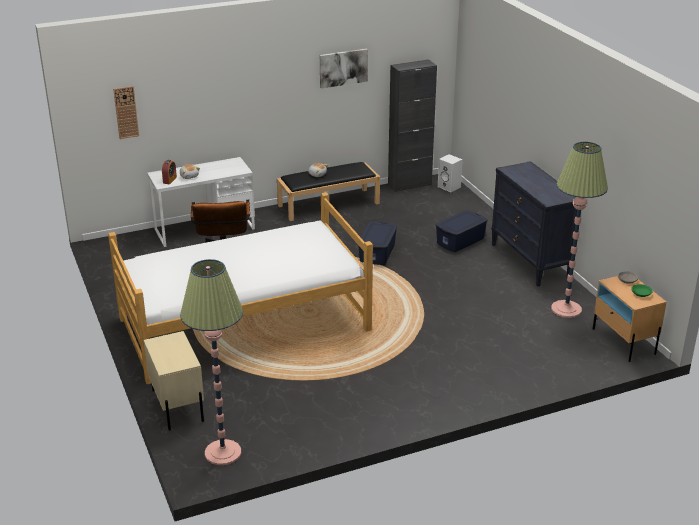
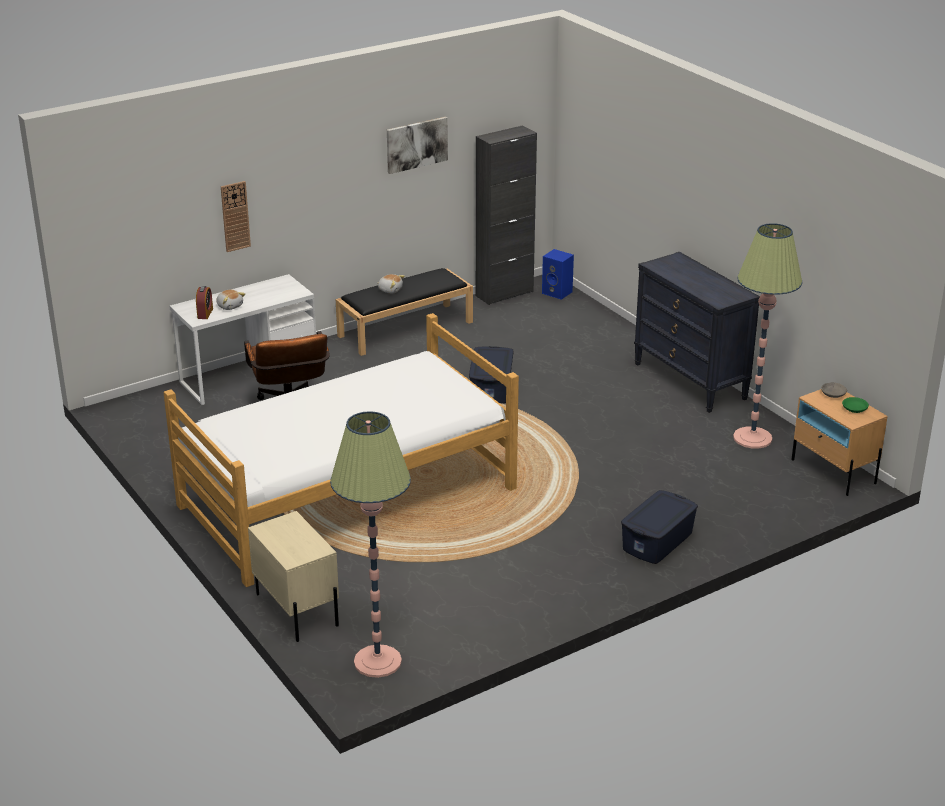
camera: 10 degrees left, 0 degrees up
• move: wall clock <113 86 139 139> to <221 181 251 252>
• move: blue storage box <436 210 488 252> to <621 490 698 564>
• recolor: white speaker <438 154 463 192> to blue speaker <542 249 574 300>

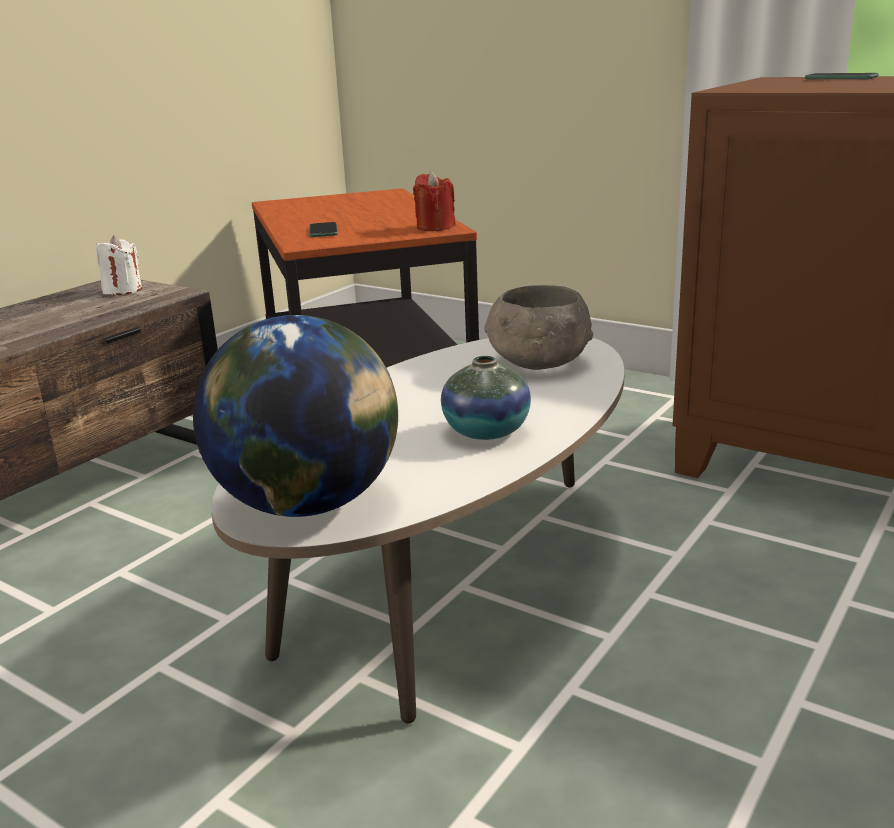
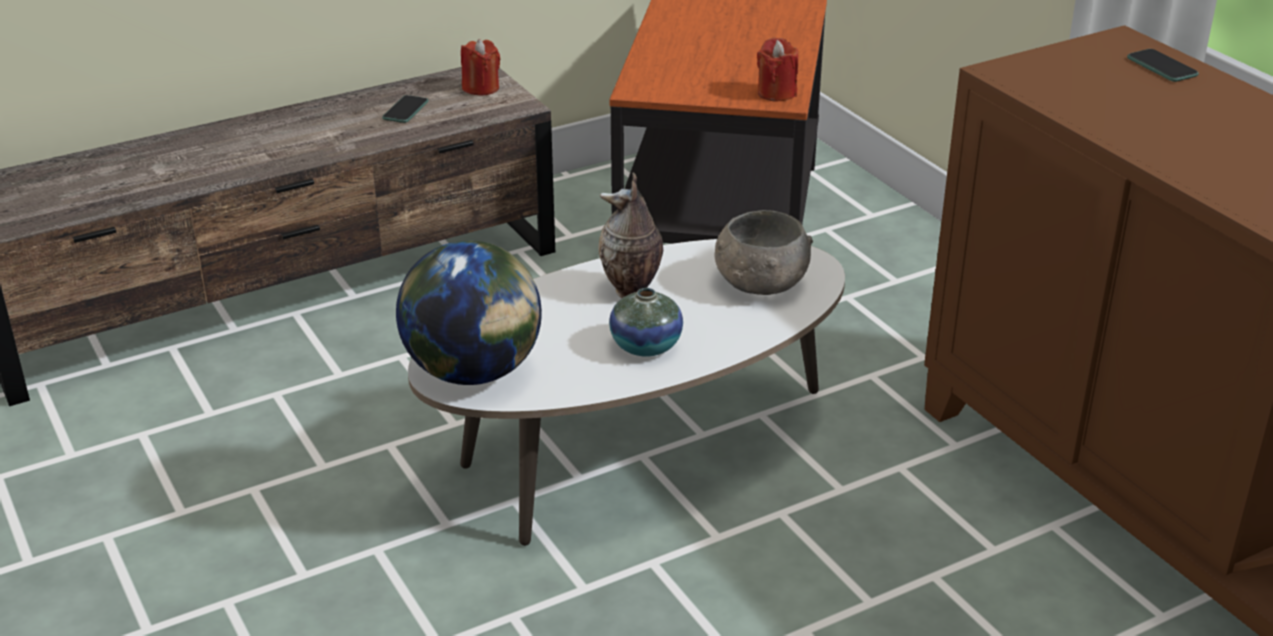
camera: 25 degrees right, 10 degrees up
• recolor: white candle <96 235 142 295> to red candle <461 39 500 96>
• move: phone <309 222 338 237> to <382 95 429 123>
• insert: vase <598 172 663 298>

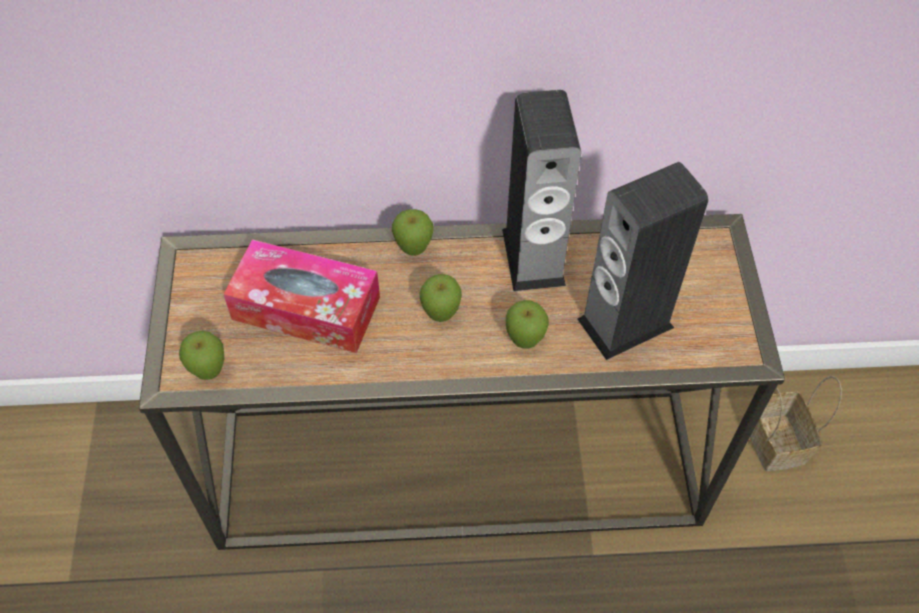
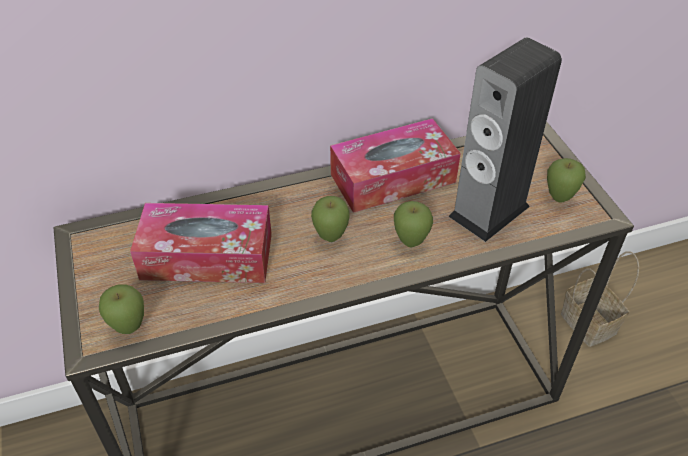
camera: 15 degrees left, 10 degrees down
• move: apple <392 209 434 256> to <547 158 586 202>
• replace: speaker <502 90 581 291> to tissue box <330 118 461 213>

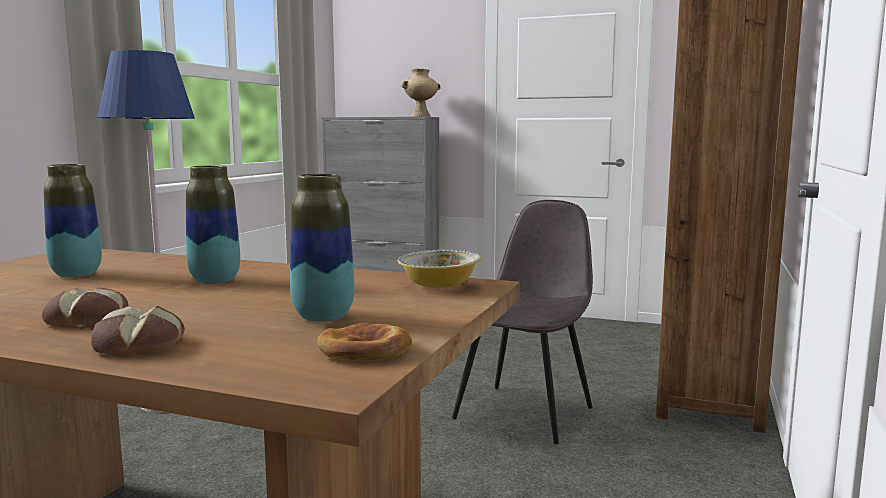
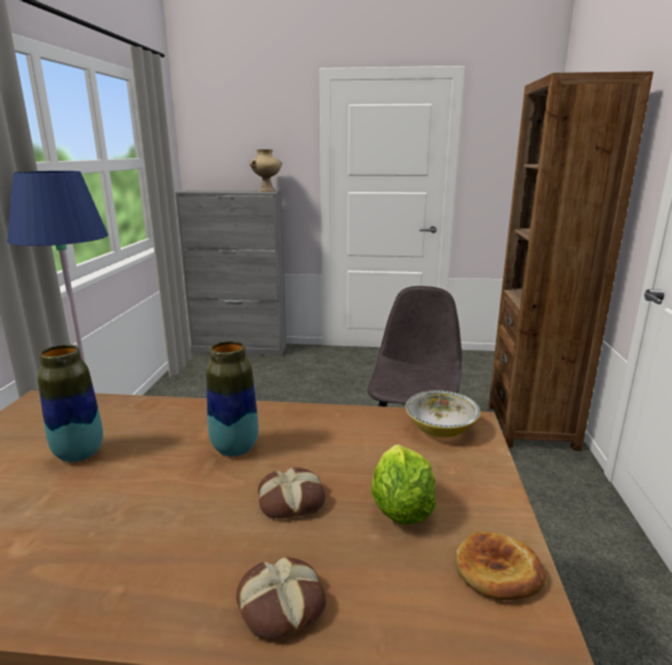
camera: 15 degrees left, 10 degrees up
• move: bread <42 288 129 327> to <258 467 325 519>
• replace: vase <290 174 354 322> to lettuce <371 444 436 525>

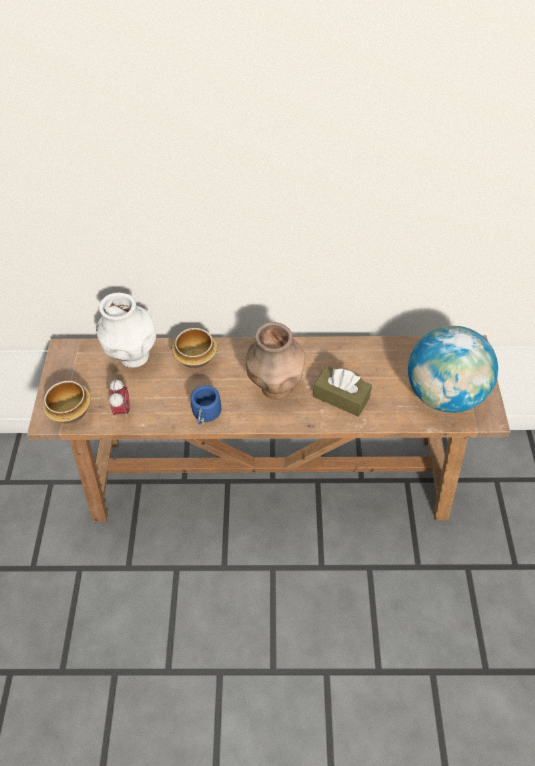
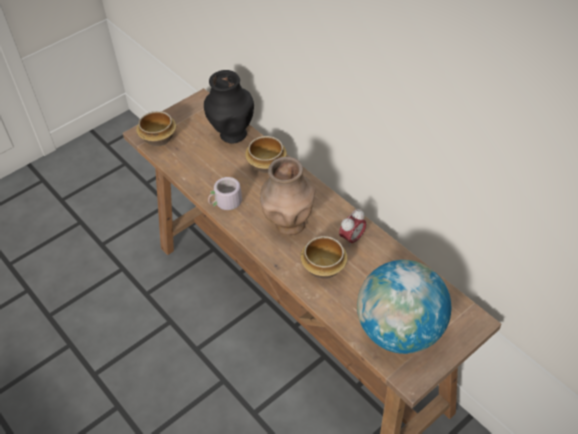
camera: 50 degrees right, 5 degrees down
• recolor: white vase <96 293 156 368> to black vase <204 70 254 143>
• move: alarm clock <109 379 130 418> to <339 209 366 247>
• recolor: blue mug <190 385 228 425> to grey mug <208 177 248 210>
• replace: brown tissue box <313 365 372 417> to bowl <300 236 348 279>

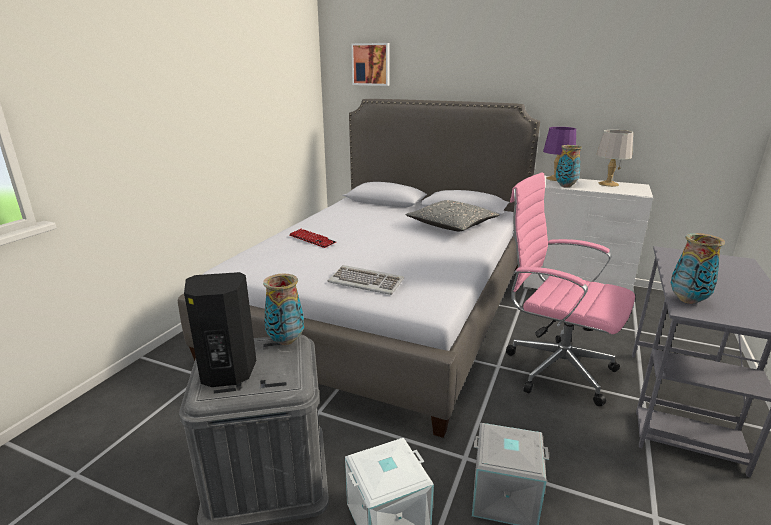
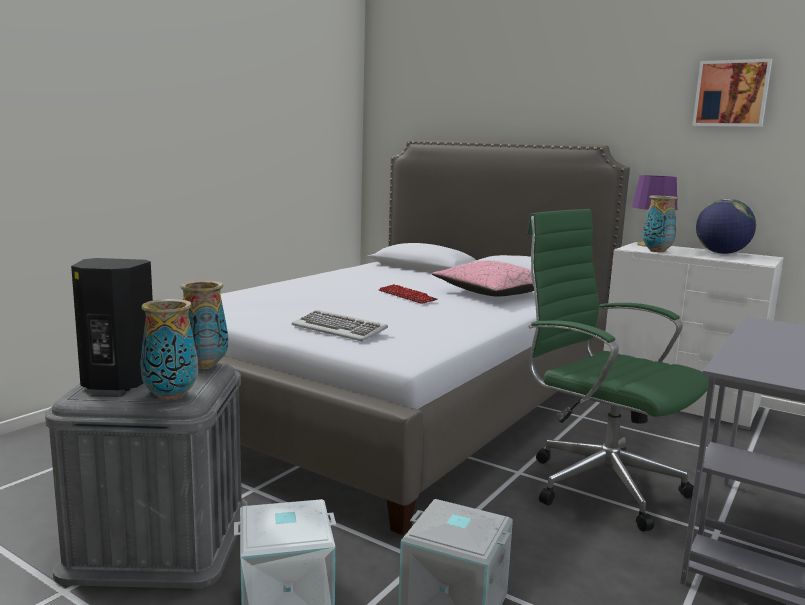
camera: 10 degrees right, 10 degrees down
• move: keyboard <290 229 336 248> to <379 284 437 304>
• move: picture <351 43 390 86> to <692 59 772 127>
• recolor: grey pillow <405 200 500 231> to pink pillow <432 261 534 297>
• recolor: pink office chair <506 172 635 406> to green office chair <527 209 709 532>
• replace: grey table lamp <596 130 633 187> to globe <696 199 756 254>
• move: vase <670 233 725 304> to <140 299 198 401>

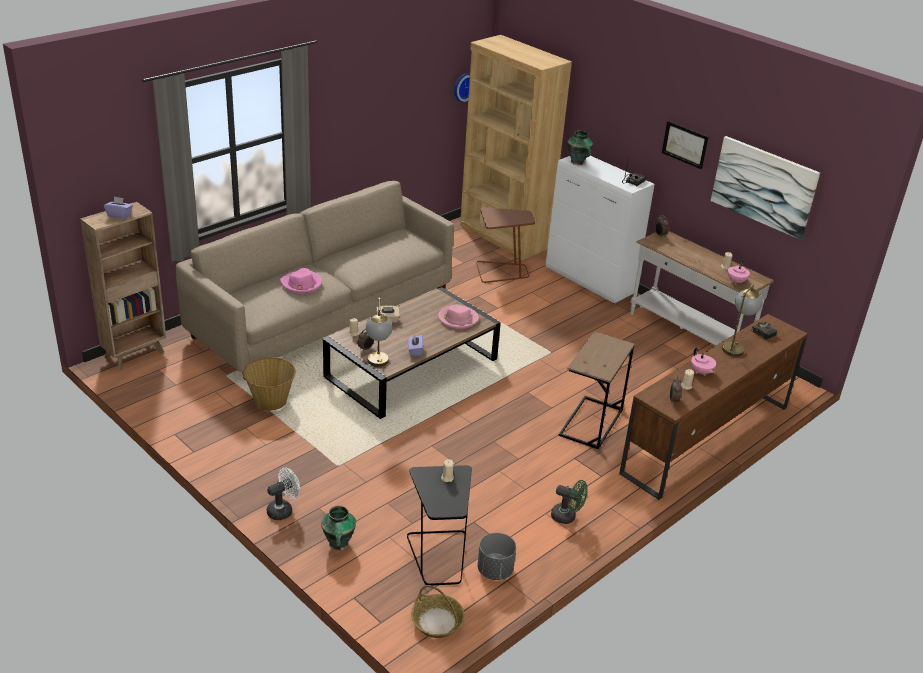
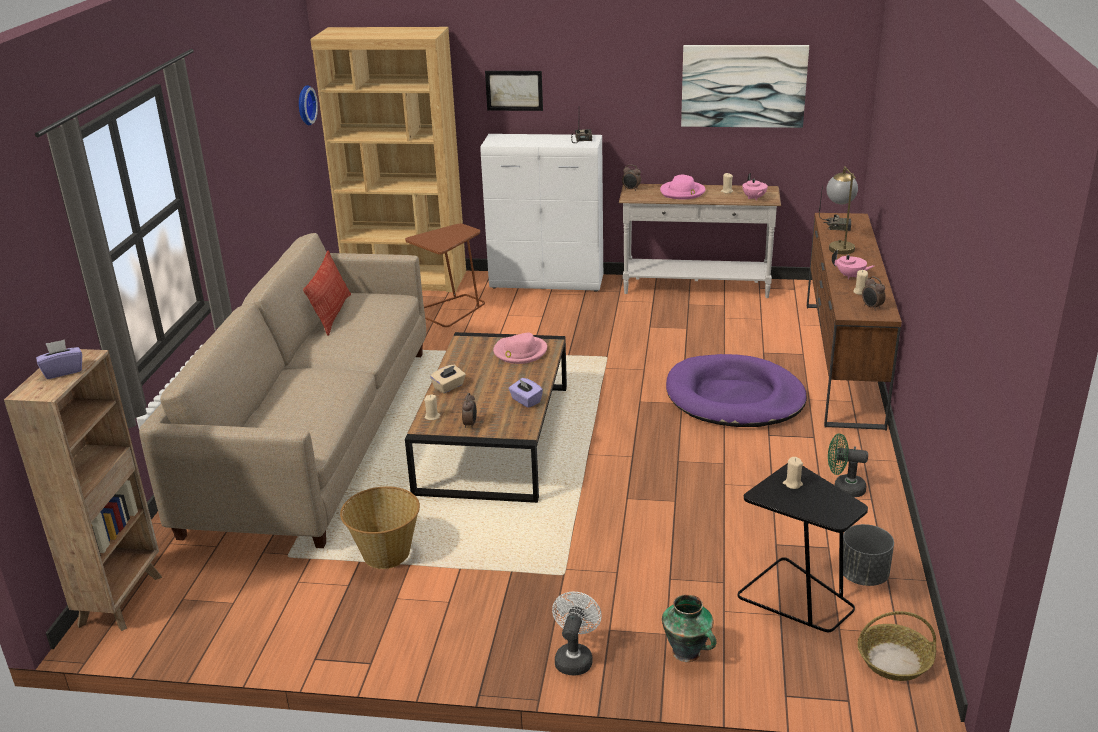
camera: 35 degrees left, 5 degrees down
• move: pink hat <280 268 322 293> to <660 175 705 199>
• delete: table lamp <366 296 392 367>
• rotate: green fan <551 480 588 524> = <828 433 868 497> 150 degrees counterclockwise
• replace: brown side table <559 331 635 449> to purple dog bed <666 354 807 427>
• delete: vase <568 130 593 165>
• move: picture <662 121 708 169> to <485 71 543 111>
• insert: pillow <303 251 351 336>

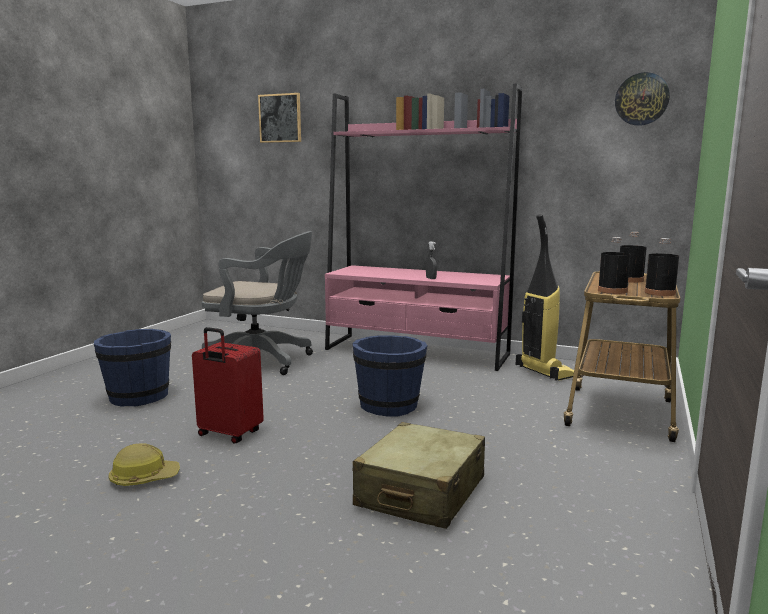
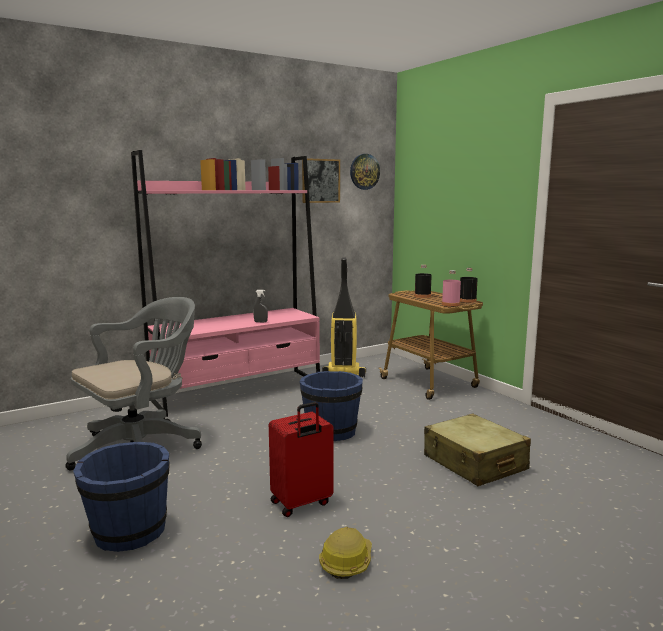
camera: 55 degrees left, 0 degrees up
• move: picture <258 93 301 143> to <302 158 340 203>
• recolor: black bottle <598 237 630 294> to pink bottle <442 270 461 307>

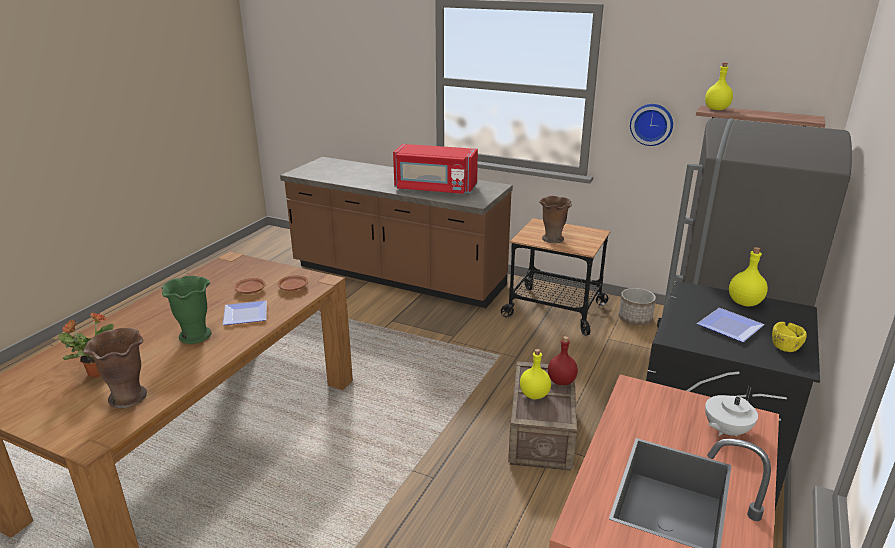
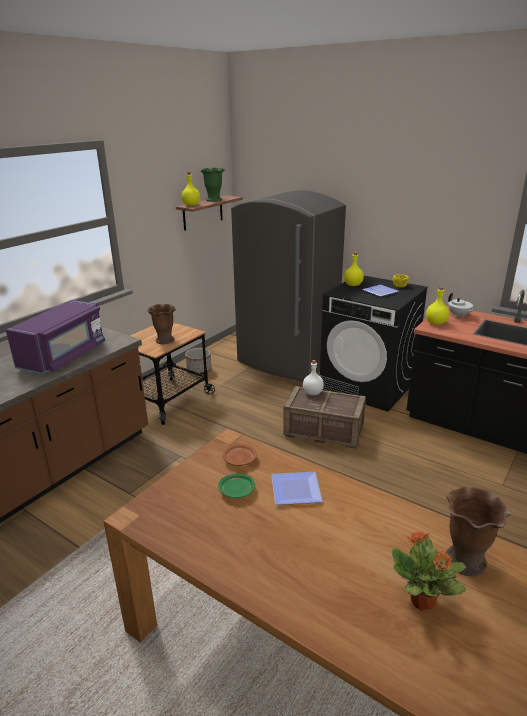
camera: 80 degrees left, 0 degrees up
• move: green vase <161 276 211 344> to <201 167 225 202>
• recolor: brown plate <234 278 265 294> to green plate <218 474 255 498>
• recolor: red microwave <393 144 478 194> to purple microwave <6 300 105 374>
• move: yellow bottle <520 349 551 399> to <426 287 449 325>
• recolor: red bottle <548 336 578 385> to white bottle <303 360 324 395>
• delete: wall clock <630 104 673 146>

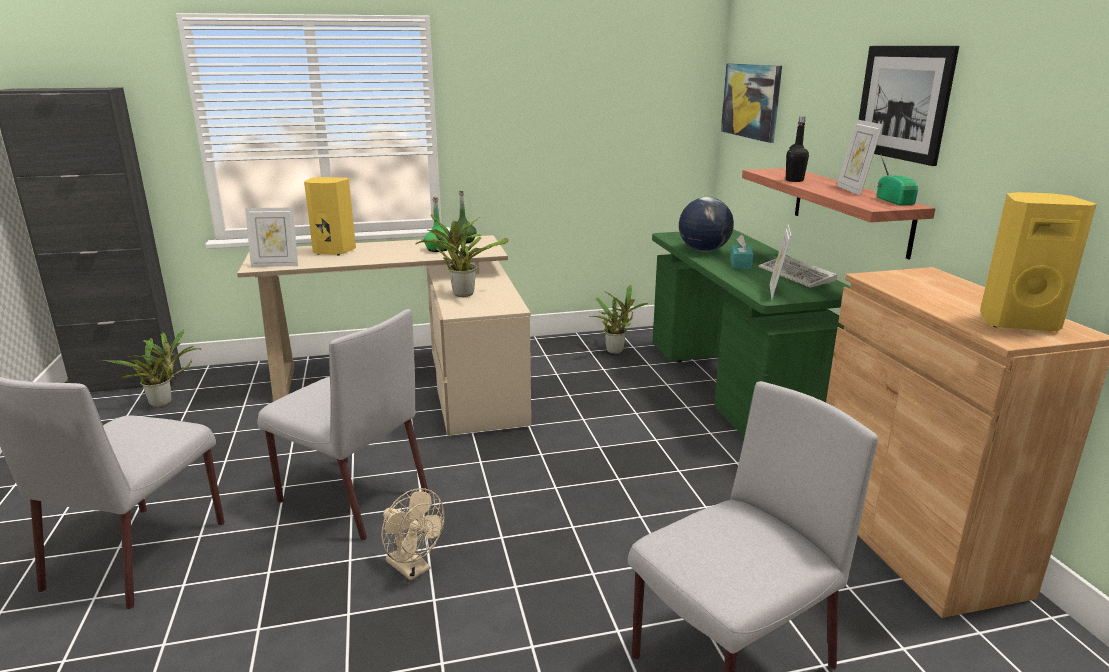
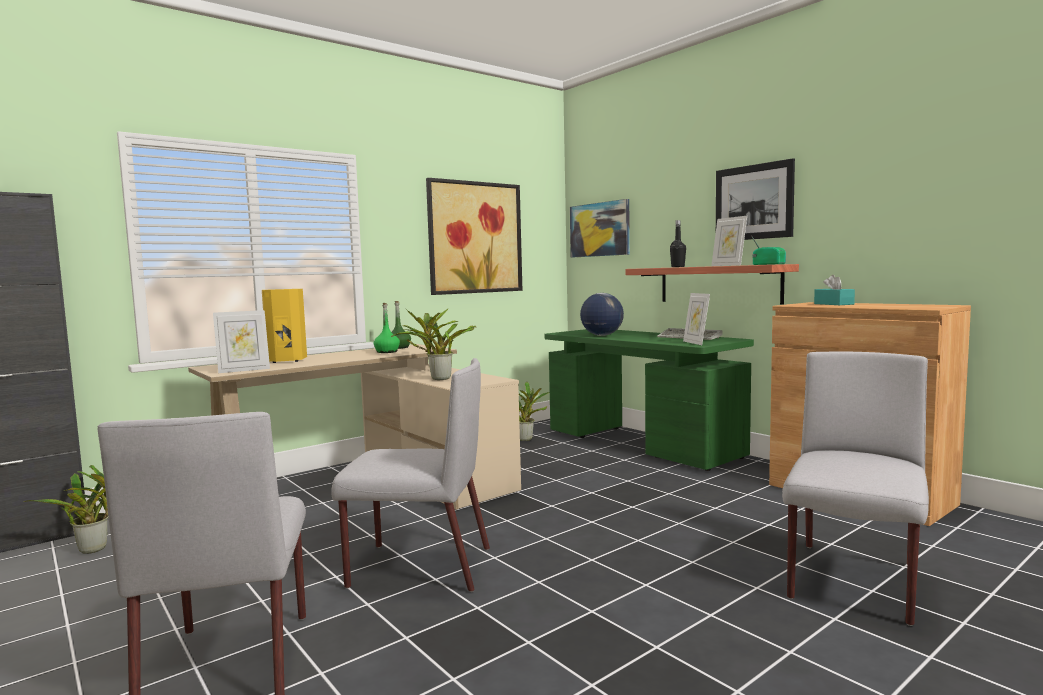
camera: 25 degrees left, 15 degrees down
• delete: beige fan <381 488 444 581>
• move: turquoise tissue box <730 235 753 269> to <814 275 855 305>
• delete: yellow speaker <980 192 1097 331>
• insert: picture <426 178 522 295>

